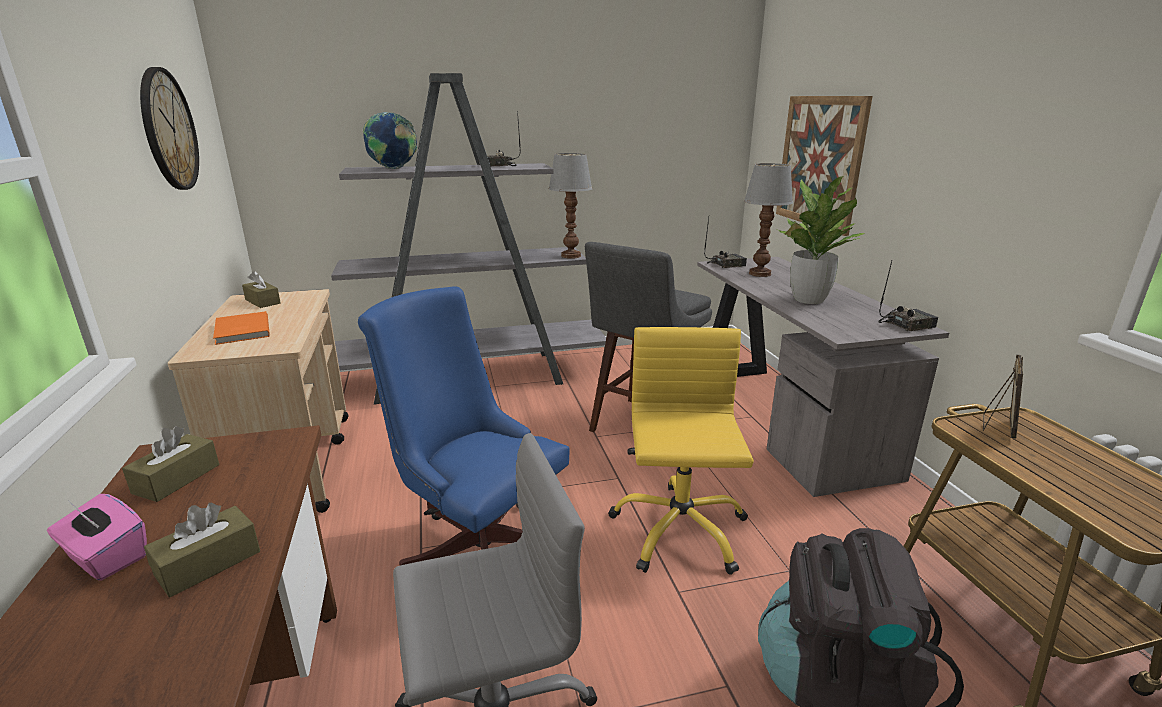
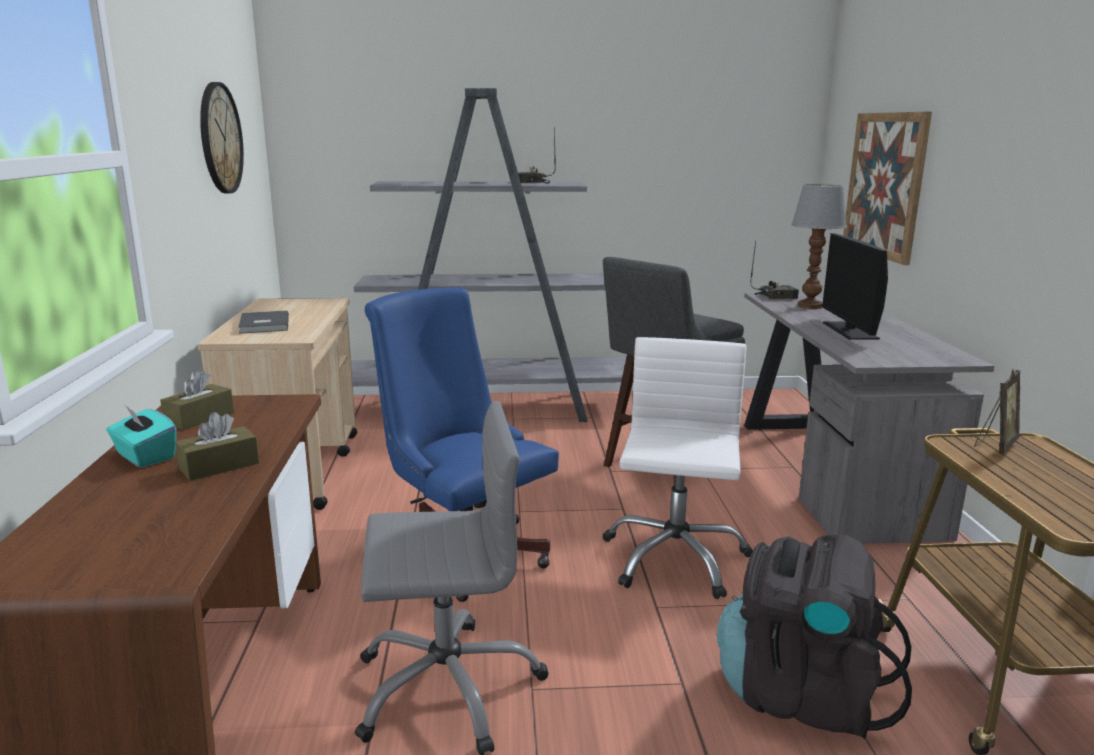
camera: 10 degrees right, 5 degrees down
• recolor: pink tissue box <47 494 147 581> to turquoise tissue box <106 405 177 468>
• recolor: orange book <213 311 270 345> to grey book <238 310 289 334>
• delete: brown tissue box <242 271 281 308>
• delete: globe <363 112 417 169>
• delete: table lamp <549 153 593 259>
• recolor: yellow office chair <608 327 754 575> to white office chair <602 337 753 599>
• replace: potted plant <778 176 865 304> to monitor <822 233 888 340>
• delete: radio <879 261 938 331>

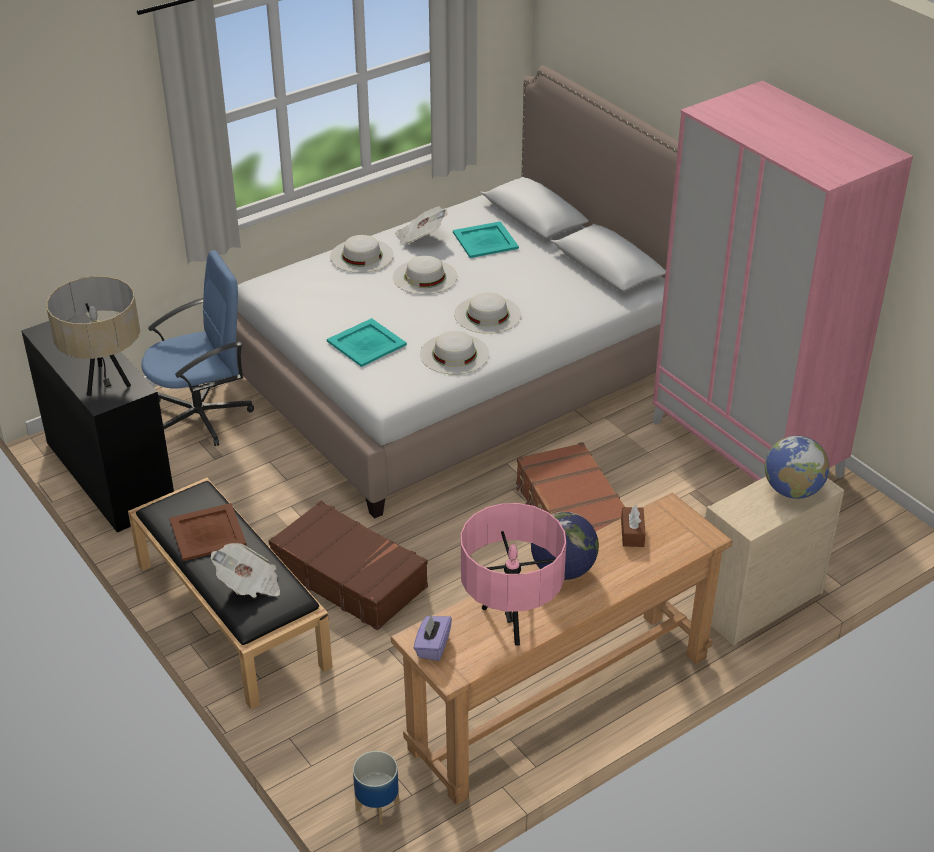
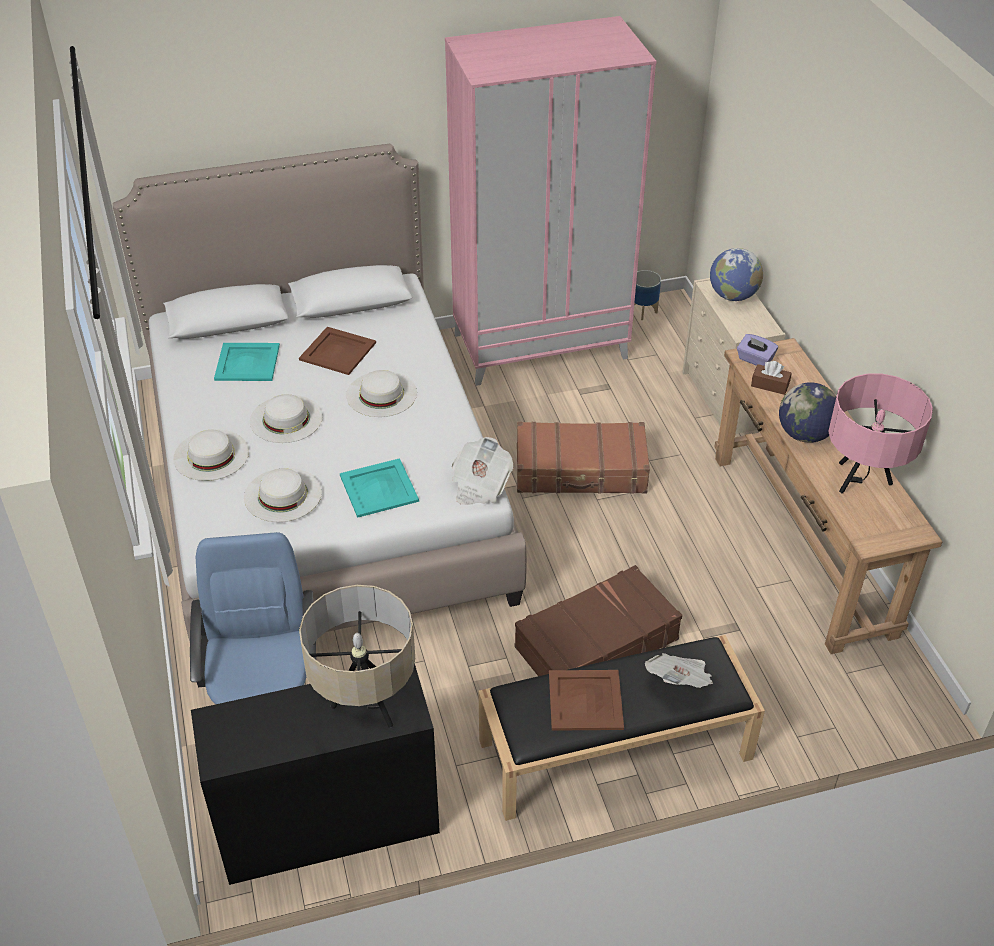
camera: 70 degrees left, 5 degrees up
• move: planter <353 751 399 824> to <634 270 661 320>
• move: newspaper <395 206 448 245> to <452 437 513 505>
• move: purple tissue box <414 615 452 661> to <737 334 778 366>
• move: white hat <420 331 489 375> to <244 468 322 522>
• insert: brown tray <299 327 376 375>

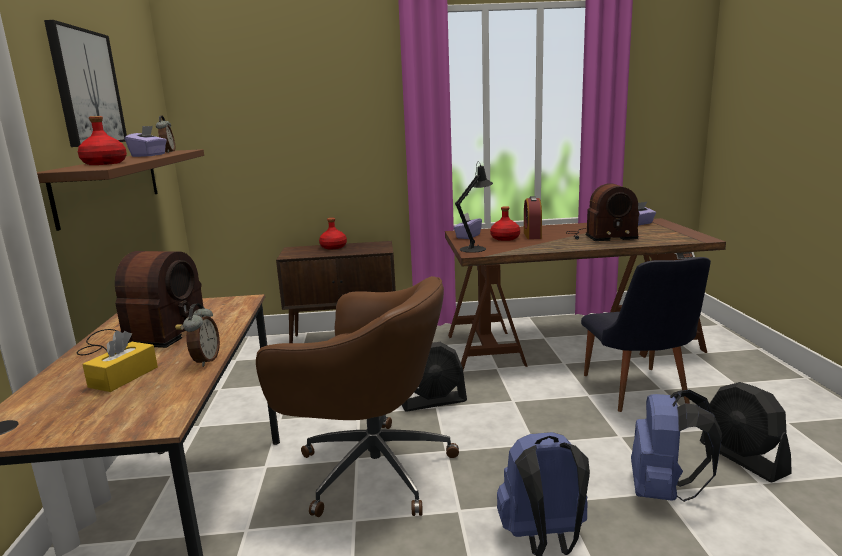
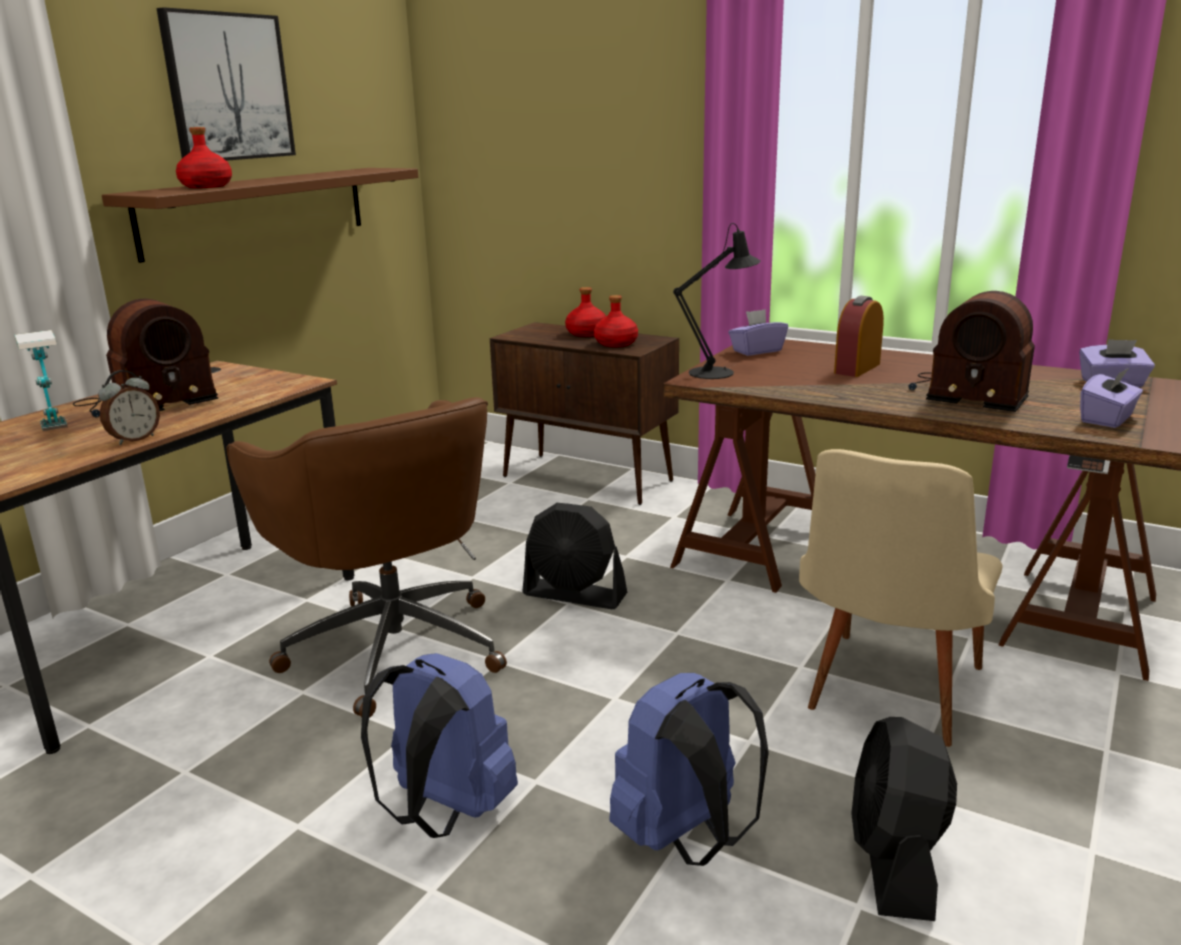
camera: 35 degrees right, 5 degrees up
• replace: yellow tissue box <82 331 158 392> to table lamp <15 330 68 431>
• move: purple tissue box <125 126 167 157> to <1080 367 1143 428>
• delete: alarm clock <156 116 175 153>
• move: red bottle <490 206 520 241> to <594 295 638 347>
• recolor: black chair <581 257 711 412> to beige chair <799 449 1002 747>

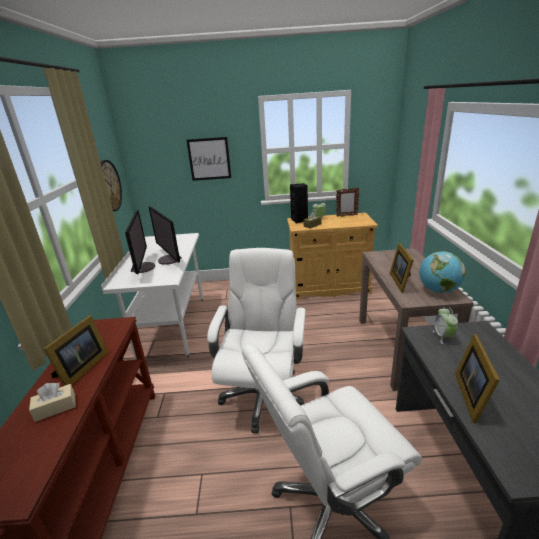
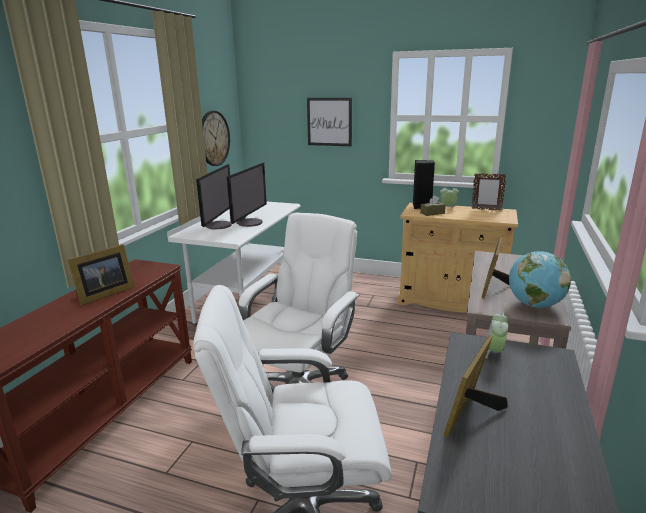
camera: 20 degrees right, 5 degrees down
• delete: beige tissue box <29 383 76 422>
• rotate: monitor <148 206 182 265> = <227 163 267 227> 150 degrees counterclockwise

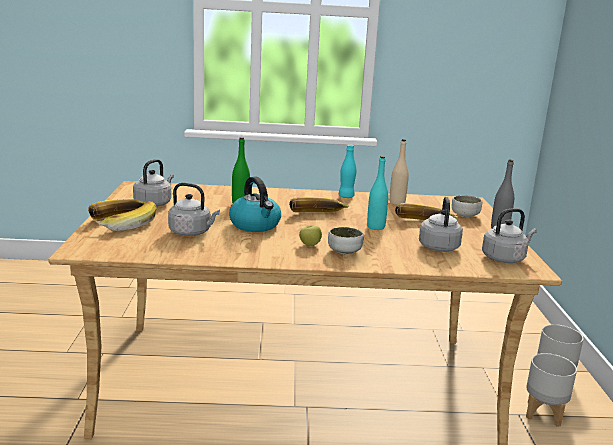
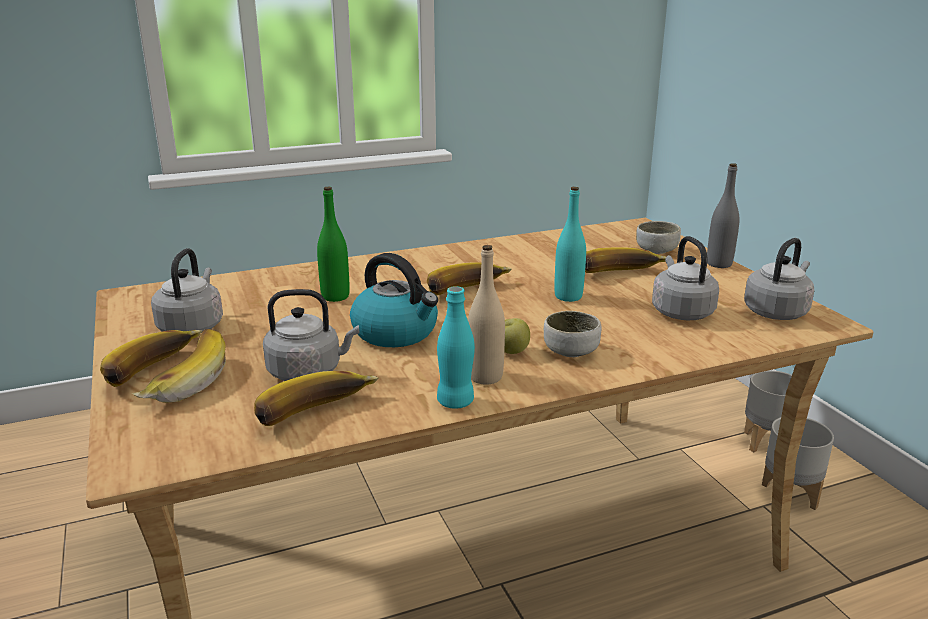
camera: 20 degrees left, 5 degrees up
• move: turquoise bottle <339 145 357 198> to <437 286 475 409>
• move: beige bottle <389 139 409 205> to <468 245 505 385>
• insert: banana <254 371 379 426>

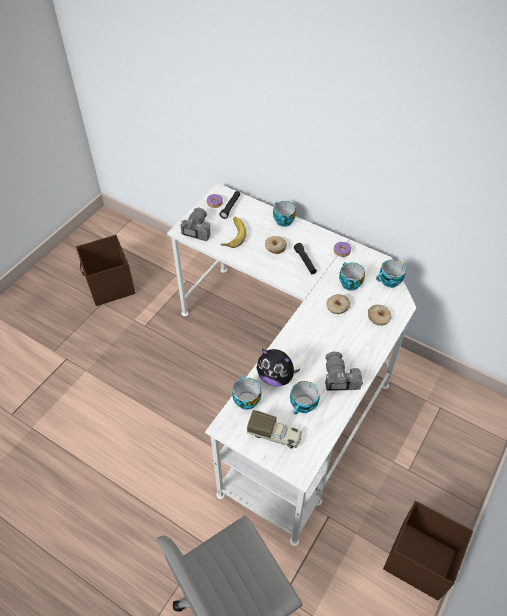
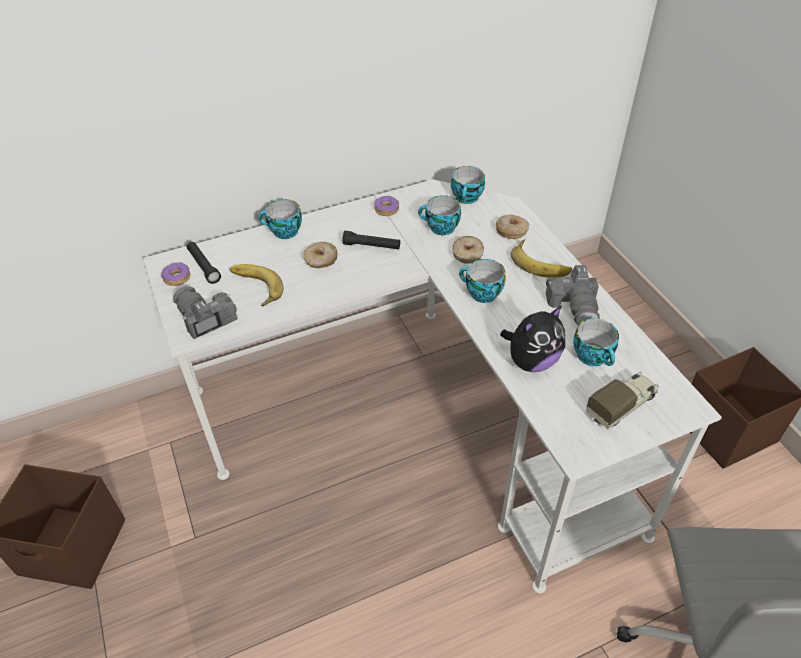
camera: 55 degrees left, 5 degrees down
• move: cup <232 375 261 410> to <459 259 505 303>
• rotate: photo camera <325 352 363 391> = <546 265 600 325> 120 degrees counterclockwise
• insert: banana <511 239 572 278>

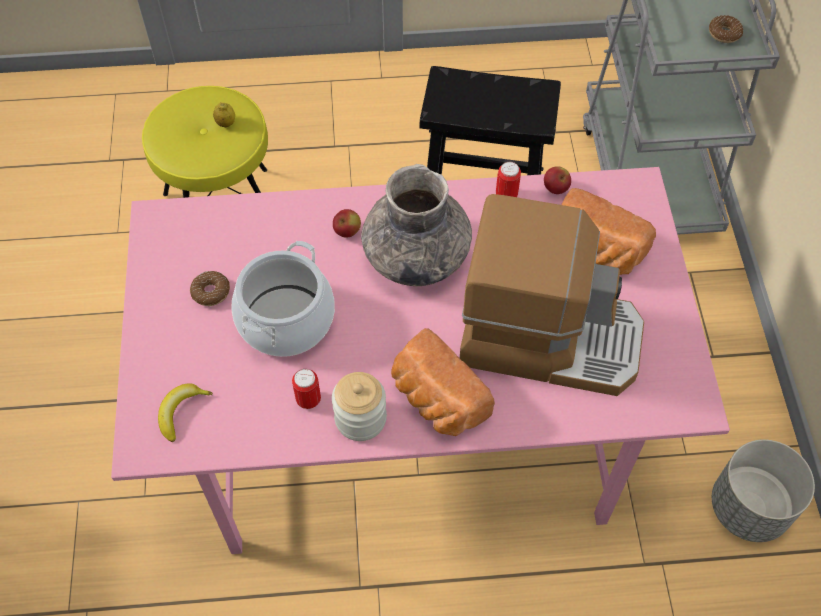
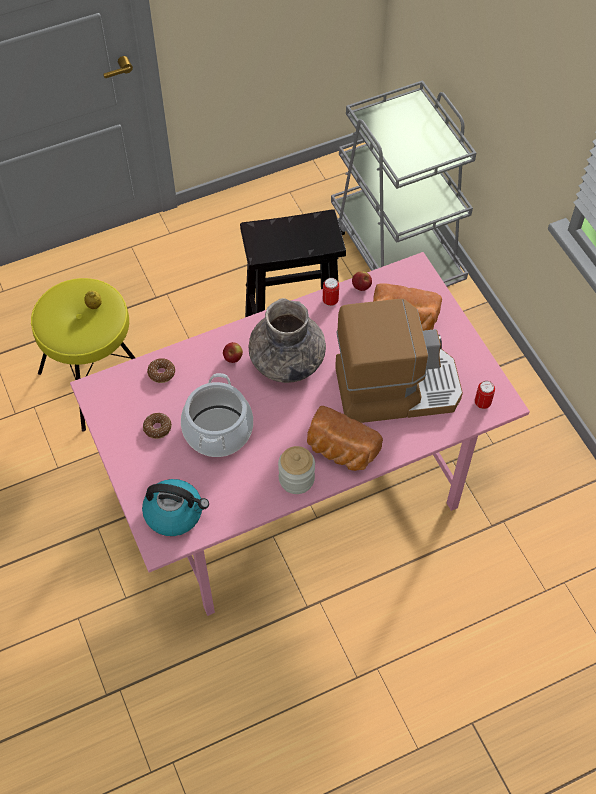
camera: 20 degrees left, 0 degrees up
• replace: banana <158 383 213 442> to kettle <142 479 209 536>
• move: can <292 369 321 409> to <475 381 495 409>
• move: donut <709 15 743 43> to <147 358 175 383>
• delete: grey planter <712 439 815 542>

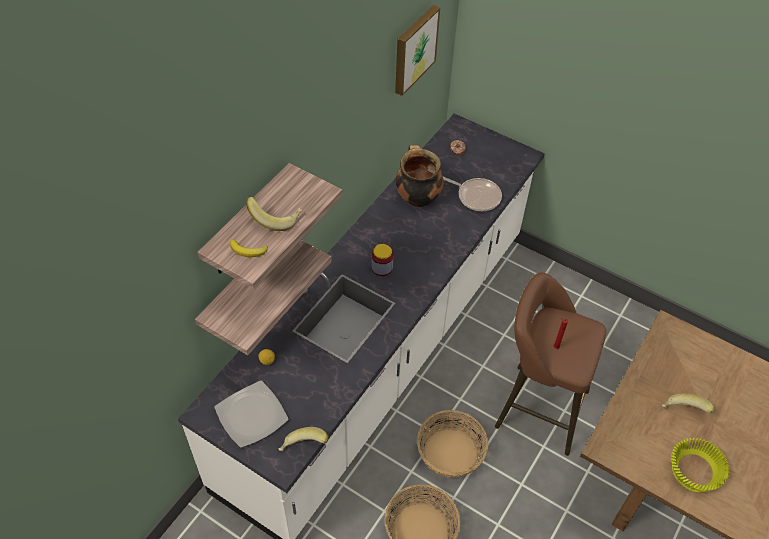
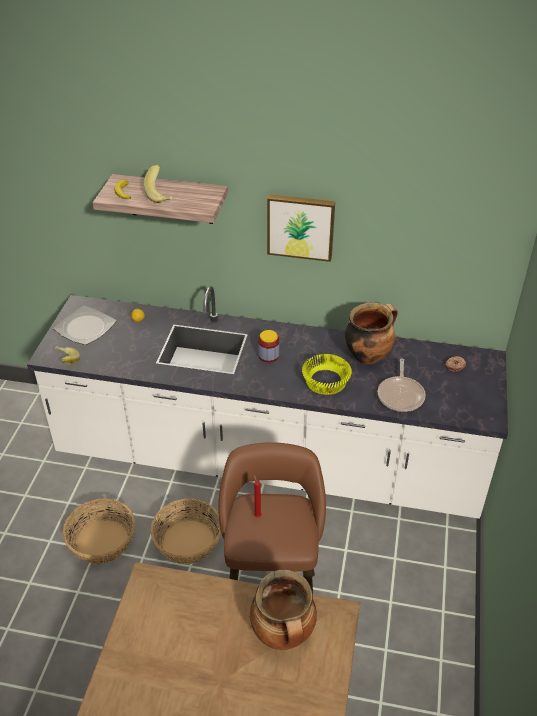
camera: 70 degrees right, 10 degrees down
• delete: shelf <195 240 332 355>
• move: picture <395 5 440 96> to <267 194 335 262>
• delete: banana <662 394 715 414>
• move: yellow bowl <671 438 729 492> to <302 354 352 395>
• insert: cooking pot <250 569 317 650>

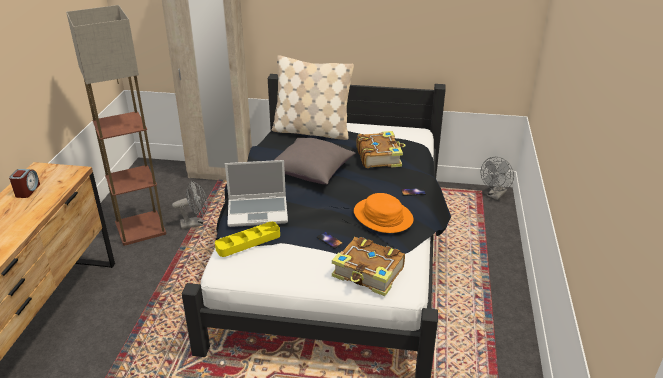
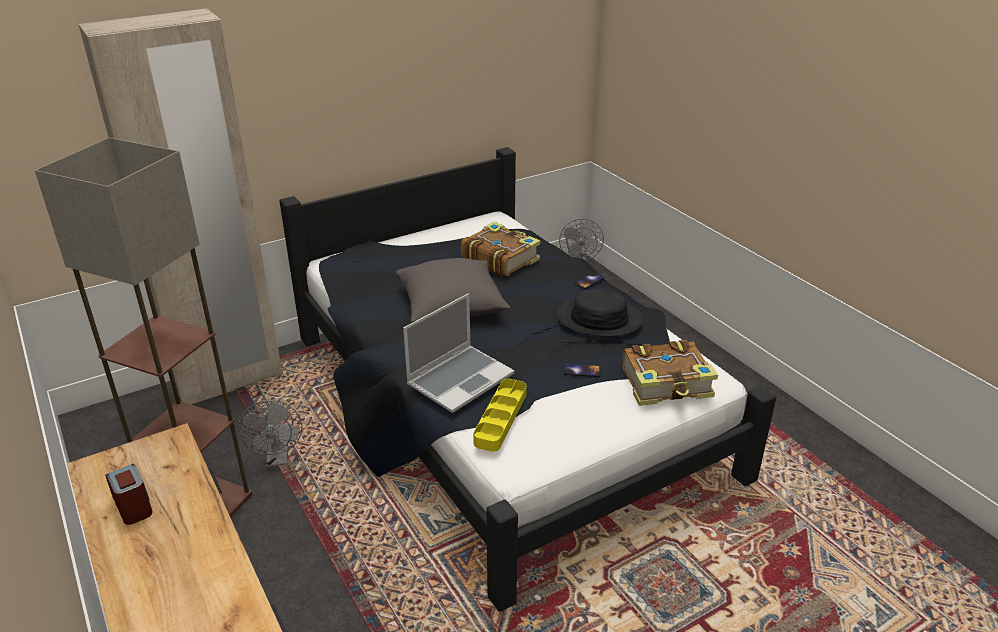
camera: 40 degrees left, 0 degrees up
• rotate: grey fan <172 181 208 229> = <238 400 302 467> 135 degrees clockwise
• delete: beige pillow <272 55 354 140>
• recolor: orange hat <354 193 414 233> to black hat <557 289 642 337>

